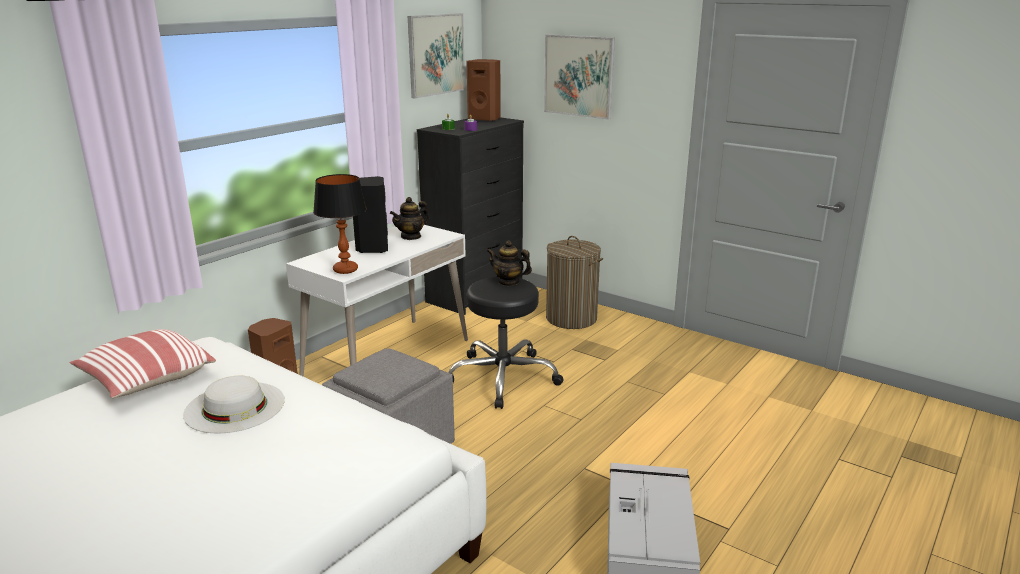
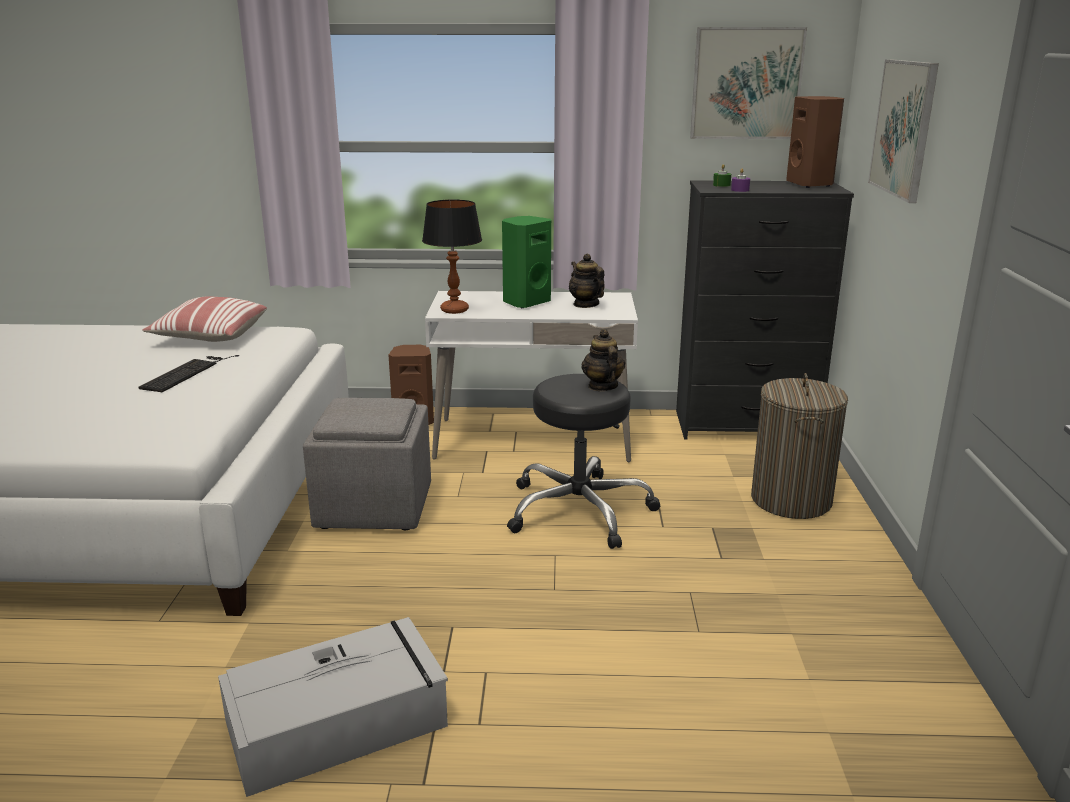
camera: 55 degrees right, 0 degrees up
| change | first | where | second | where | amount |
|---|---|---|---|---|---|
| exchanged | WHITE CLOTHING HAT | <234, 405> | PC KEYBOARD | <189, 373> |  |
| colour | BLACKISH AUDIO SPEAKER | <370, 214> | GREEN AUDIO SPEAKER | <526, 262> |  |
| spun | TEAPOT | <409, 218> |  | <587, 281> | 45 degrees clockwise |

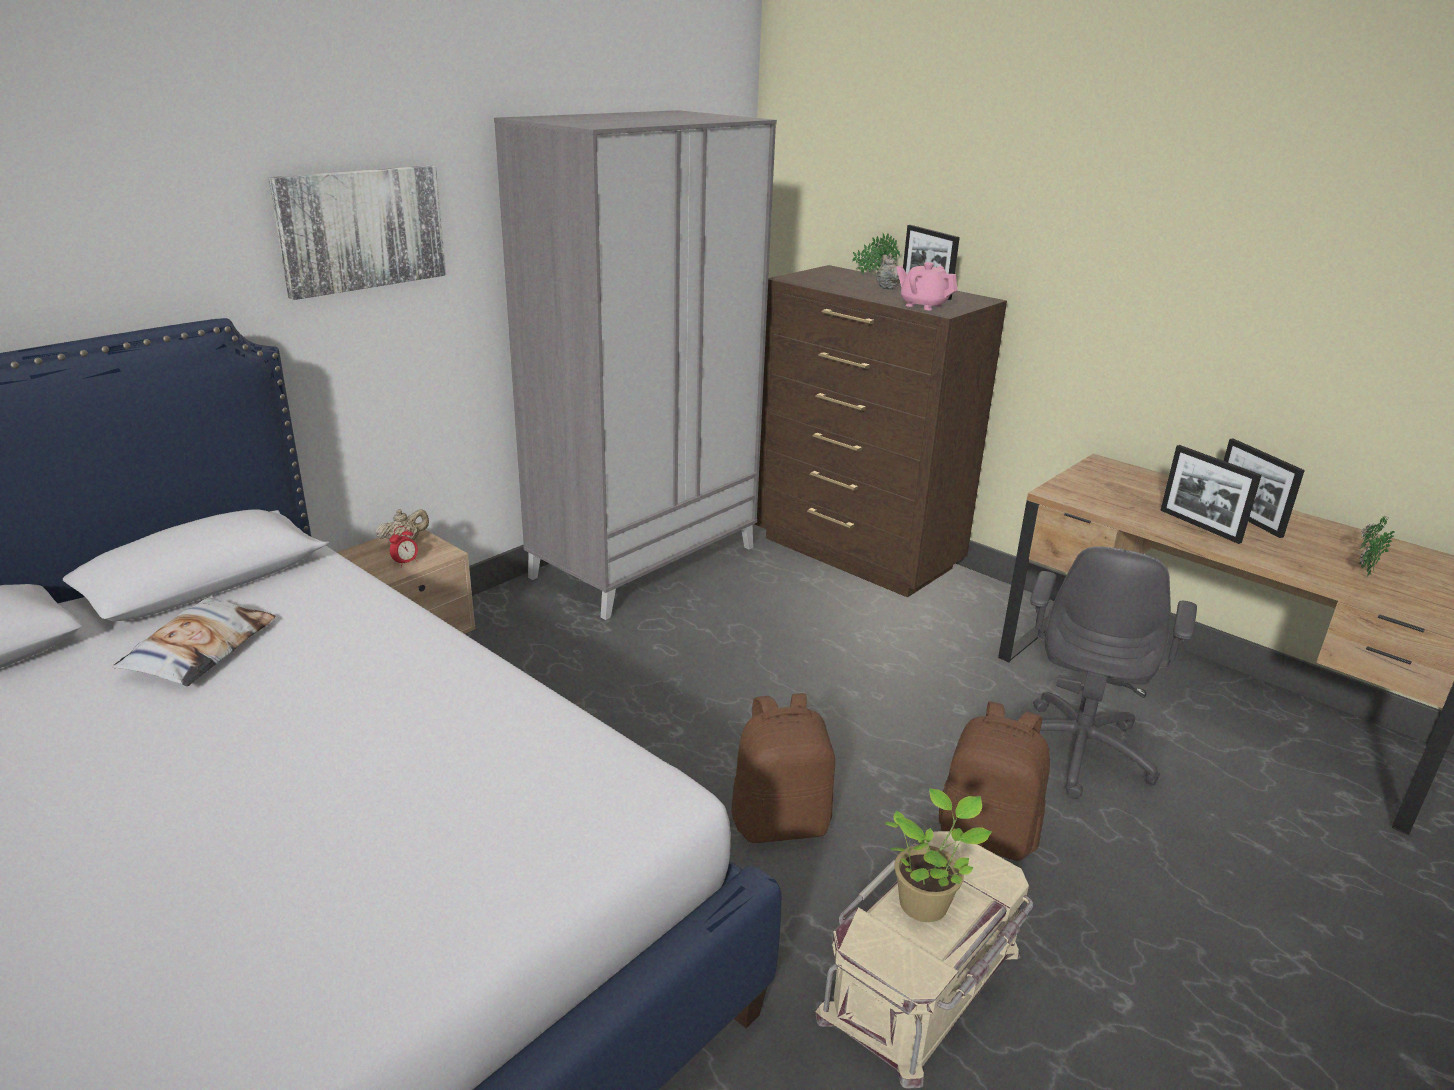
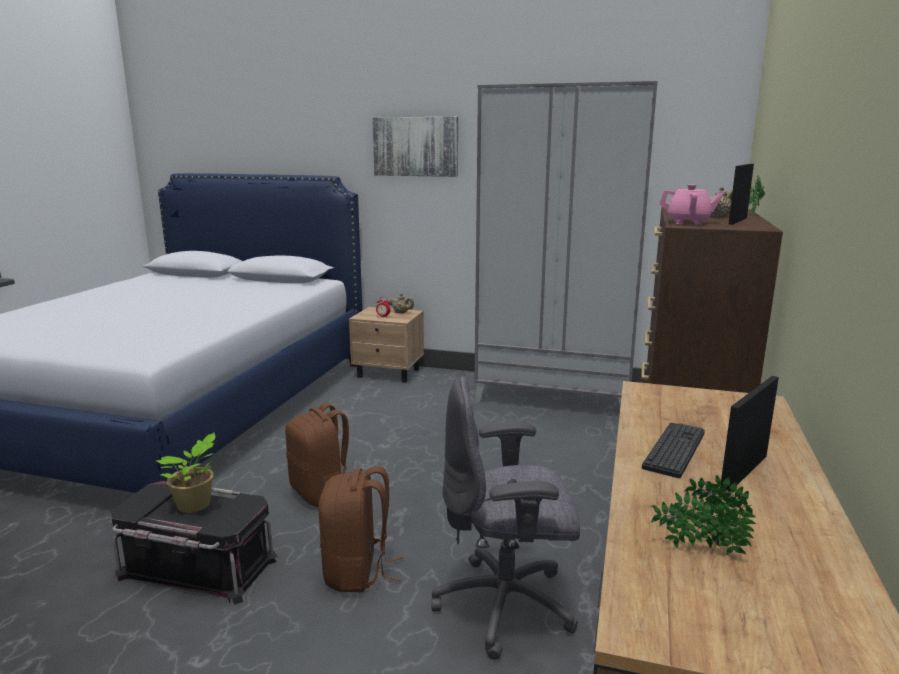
camera: 65 degrees right, 10 degrees down
| change | first | where | second | where | amount |
|---|---|---|---|---|---|
| missing | PILLOW | <194, 641> |  |  |  |
| colour | SAND-COLOURED STORAGE BOX | <924, 960> | BLACKISH STORAGE BOX | <195, 543> |  |
| spun | PINKISH TEAPOT | <927, 286> |  | <691, 204> | 90 degrees clockwise |
| exchanged | PHOTO FRAME | <1211, 494> | PC KEYBOARD | <673, 450> |  |

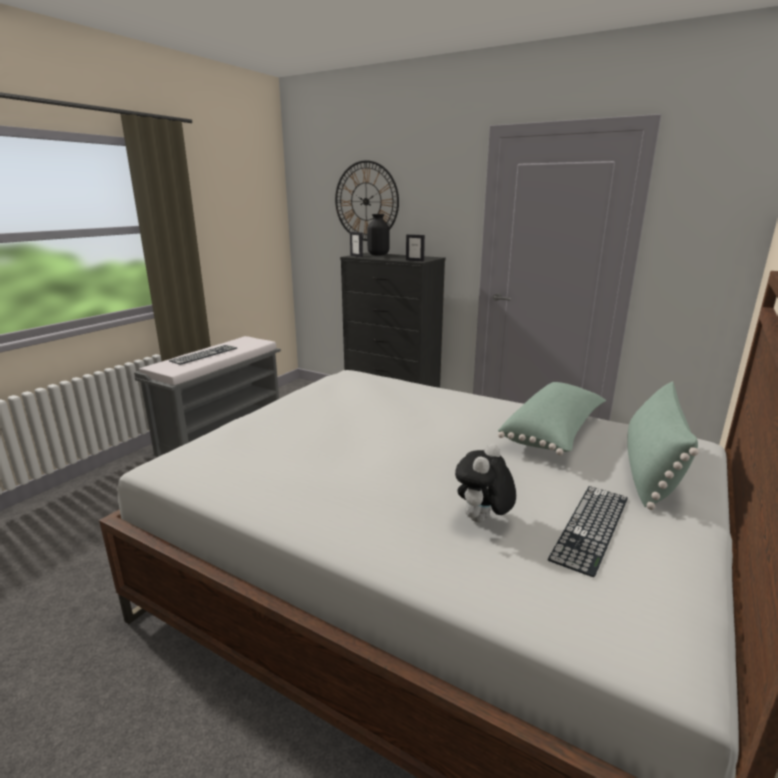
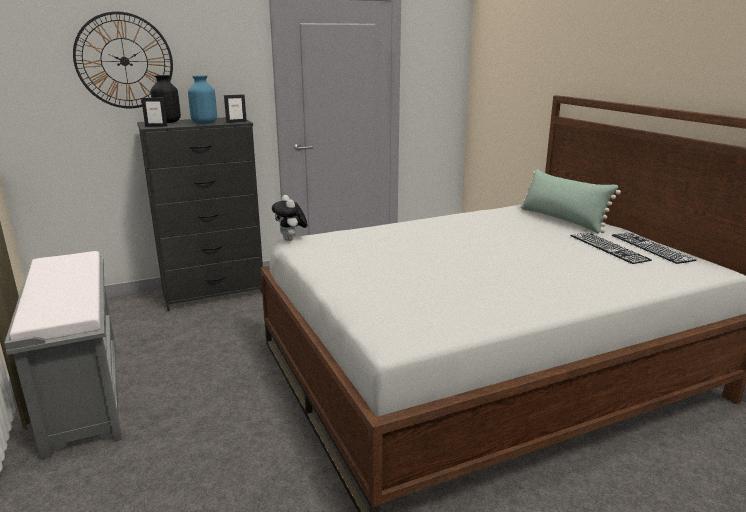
camera: 55 degrees left, 0 degrees up
| change | first | where | second | where | amount |
|---|---|---|---|---|---|
| relocated | PC KEYBOARD | <203, 355> |  | <654, 248> |  |
| relocated | PLUSH TOY | <485, 483> |  | <290, 218> |  |
| missing | GREEN PILLOW | <552, 418> |  |  |  |
| appeared |  |  | BLUISH DECORATIVE VASE | <202, 100> |  |

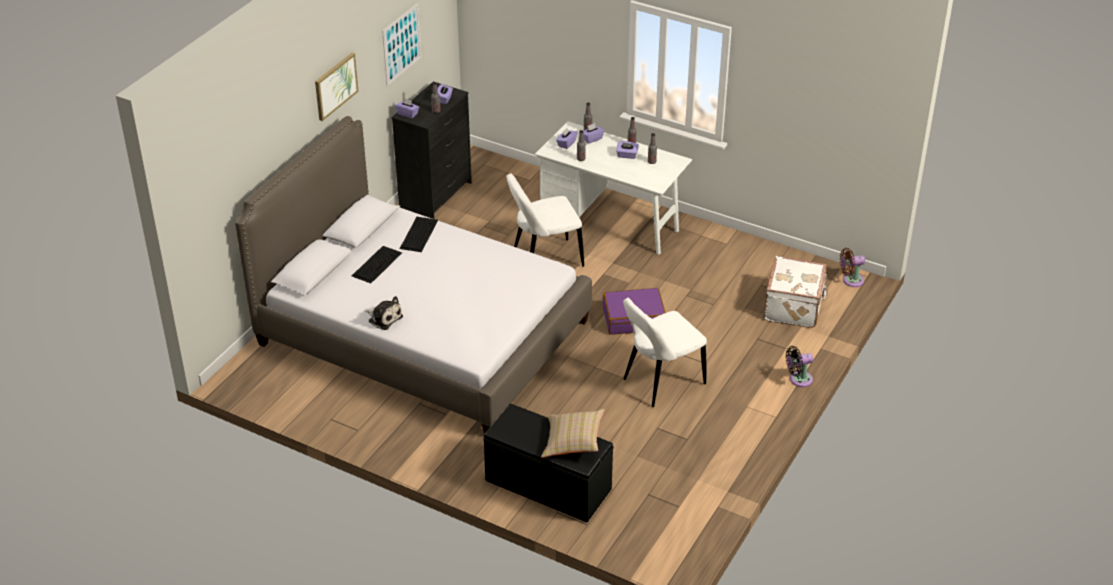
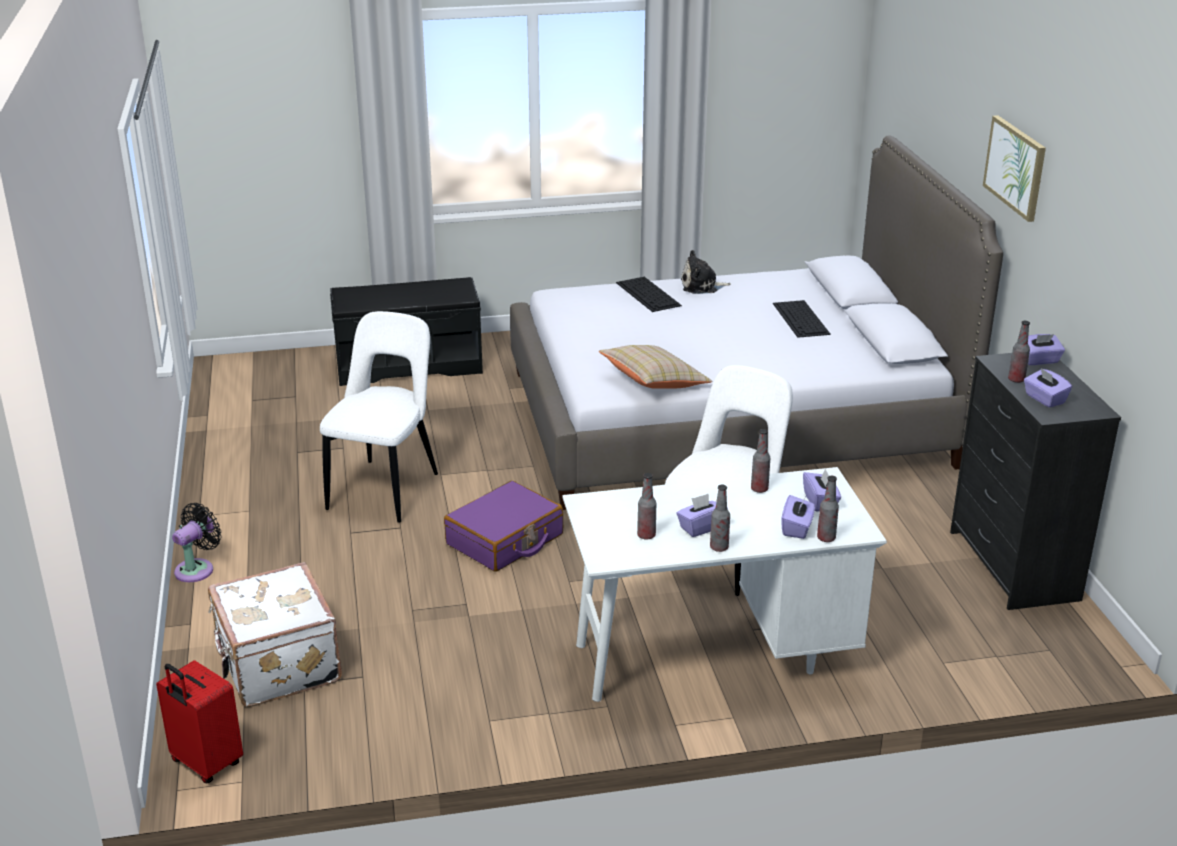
camera: 140 degrees right, 10 degrees down
| change | first | where | second | where | amount |
|---|---|---|---|---|---|
| missing | WALL ART | <401, 44> |  |  |  |
| relocated | PC KEYBOARD | <419, 234> |  | <649, 294> |  |
| relocated | SAND-COLOURED PILLOW | <572, 433> |  | <656, 367> |  |
| exchanged | BROWN COOLING FAN | <852, 267> | RED TRAVEL CASE | <199, 721> |  |

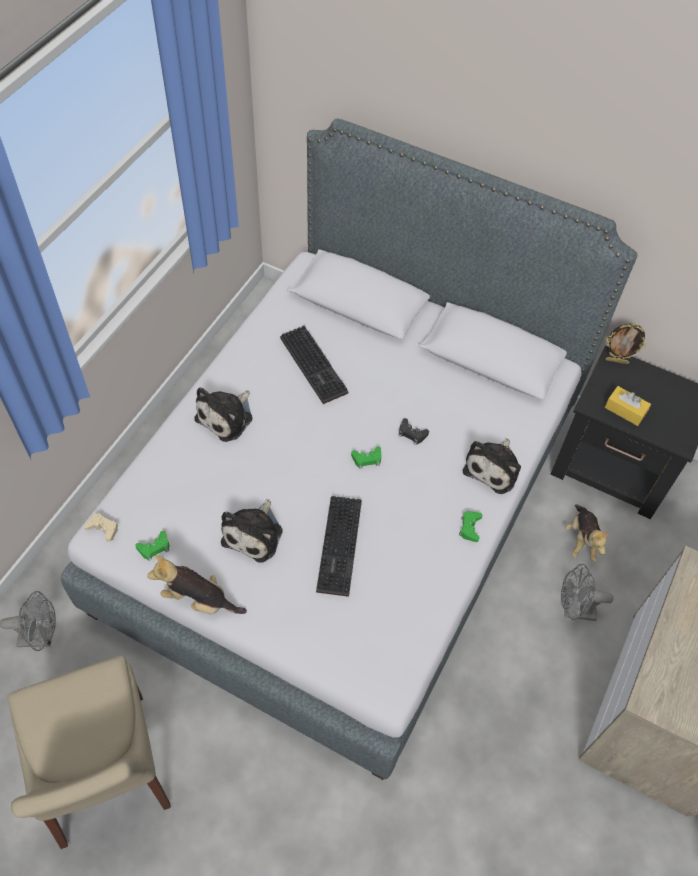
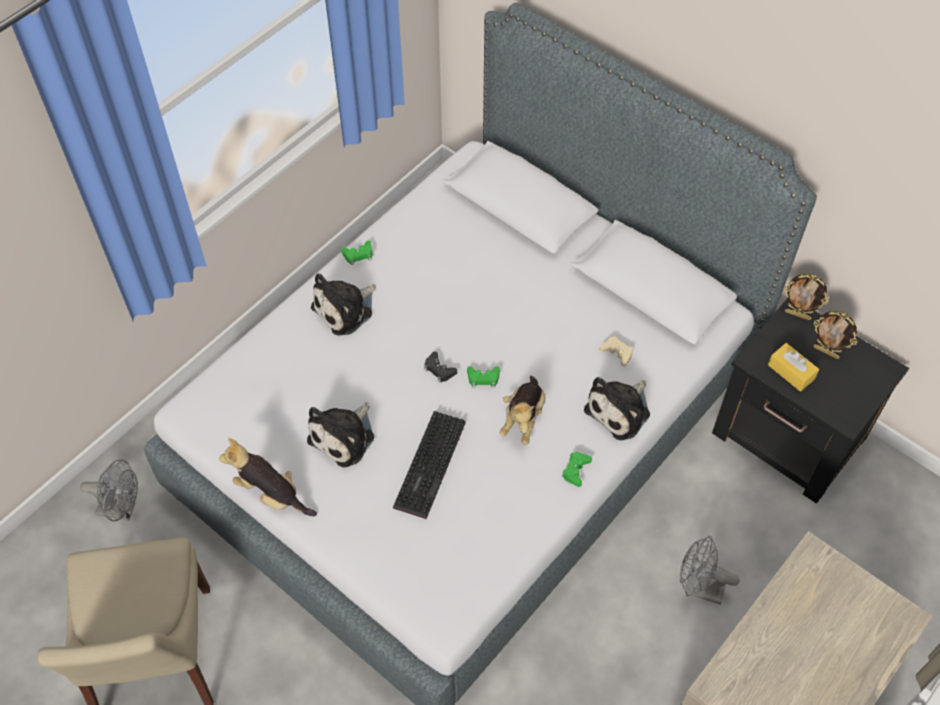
camera: 15 degrees right, 0 degrees up
| change | first | where | second | where | amount |
|---|---|---|---|---|---|
| relocated | SAND-COLOURED JOYPAD | <101, 527> |  | <616, 351> |  |
| relocated | GREEN JOYPAD | <152, 546> |  | <357, 252> |  |
| missing | PC KEYBOARD | <314, 364> |  |  |  |
| relocated | BLACKISH JOYPAD | <414, 431> |  | <440, 367> |  |
| relocated | PLUSH TOY | <588, 533> |  | <522, 410> |  |
| appeared |  |  | PHOTO FRAME | <835, 335> |  |

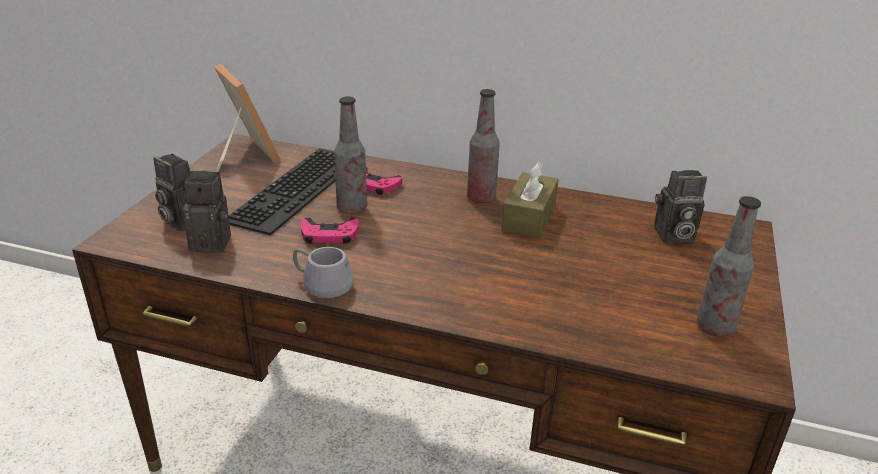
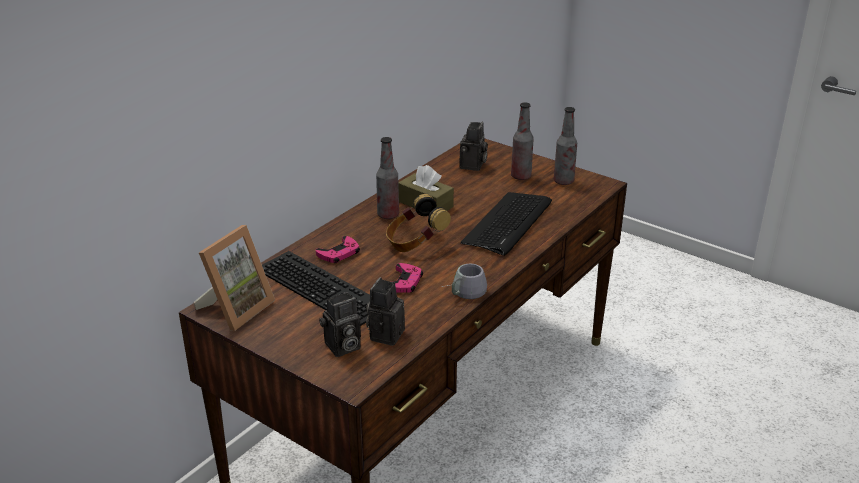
camera: 70 degrees left, 0 degrees up
| change | first | where | second | where | amount |
|---|---|---|---|---|---|
| spun | PHOTO FRAME | <247, 117> |  | <234, 278> | 135 degrees clockwise |
| relocated | DRINK BOTTLE | <350, 155> |  | <522, 141> |  |
| appeared |  |  | HEADPHONES | <418, 223> |  |
| appeared |  |  | PC KEYBOARD | <506, 224> |  |

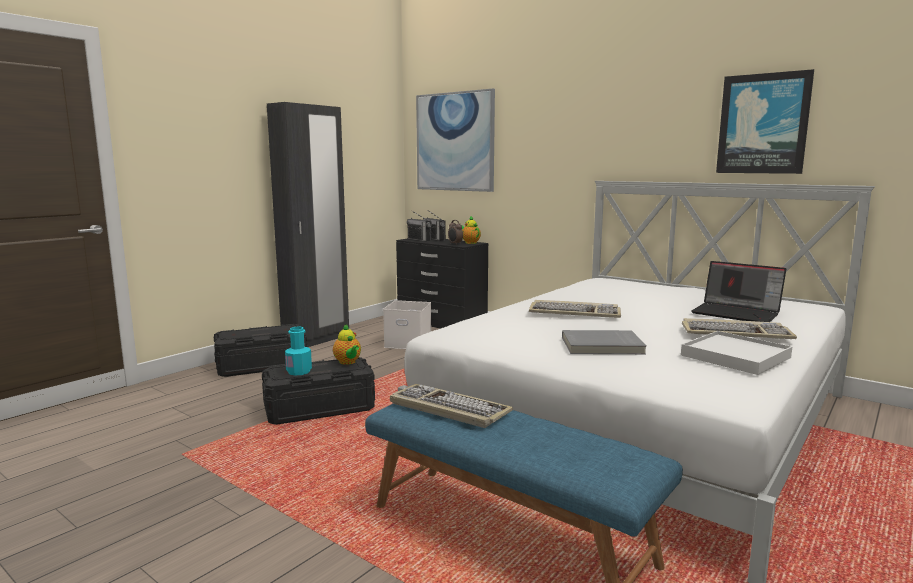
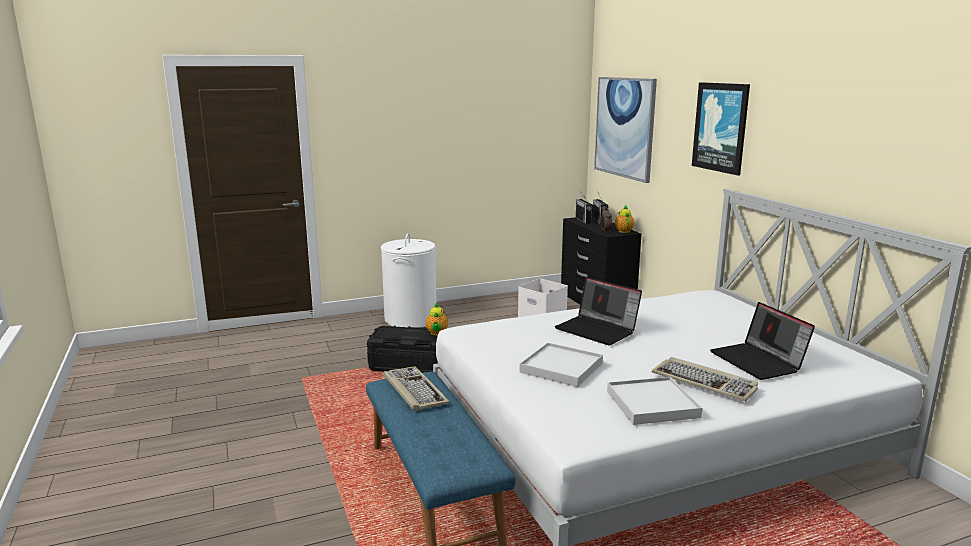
camera: 30 degrees right, 5 degrees up
| change | first | where | second | where | amount |
|---|---|---|---|---|---|
| exchanged | BLACKISH STORAGE BOX | <260, 350> | WHITE HAMPER | <409, 280> |  |
| missing | BLACKISH WARDROBE | <308, 224> |  |  |  |
| missing | BLUE-GREEN DRINK BOTTLE | <298, 351> |  |  |  |
| exchanged | PC KEYBOARD | <575, 309> | NOTEBOOK COMPUTER | <598, 311> |  |
| exchanged | GREYISH BOOK | <604, 342> | WHITE CARRYING TRAY | <561, 365> |  |
| relocated | WALL ART | <765, 121> |  | <721, 129> |  |

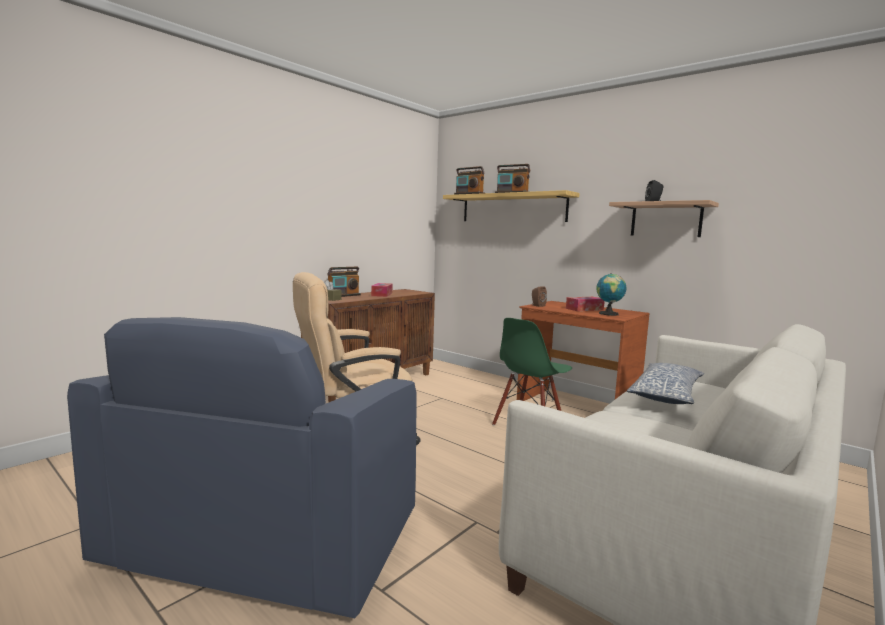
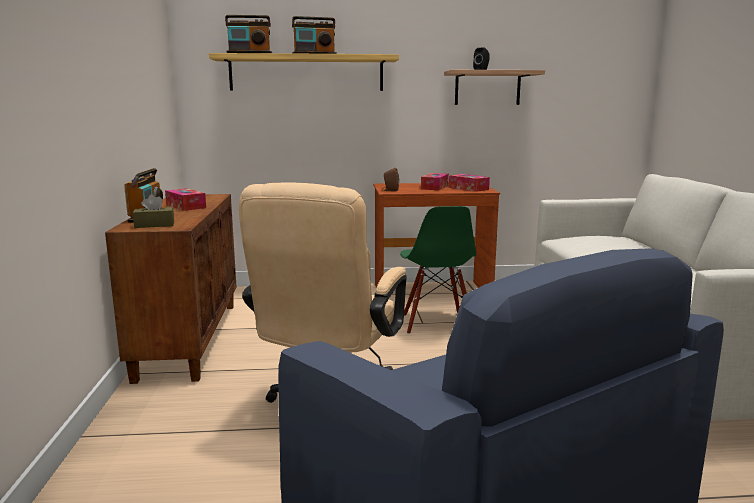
camera: 45 degrees left, 5 degrees up
| change | first | where | second | where | amount |
|---|---|---|---|---|---|
| exchanged | GLOBE | <611, 294> | TISSUE BOX | <469, 183> |  |
| missing | PILLOW | <665, 383> |  |  |  |

